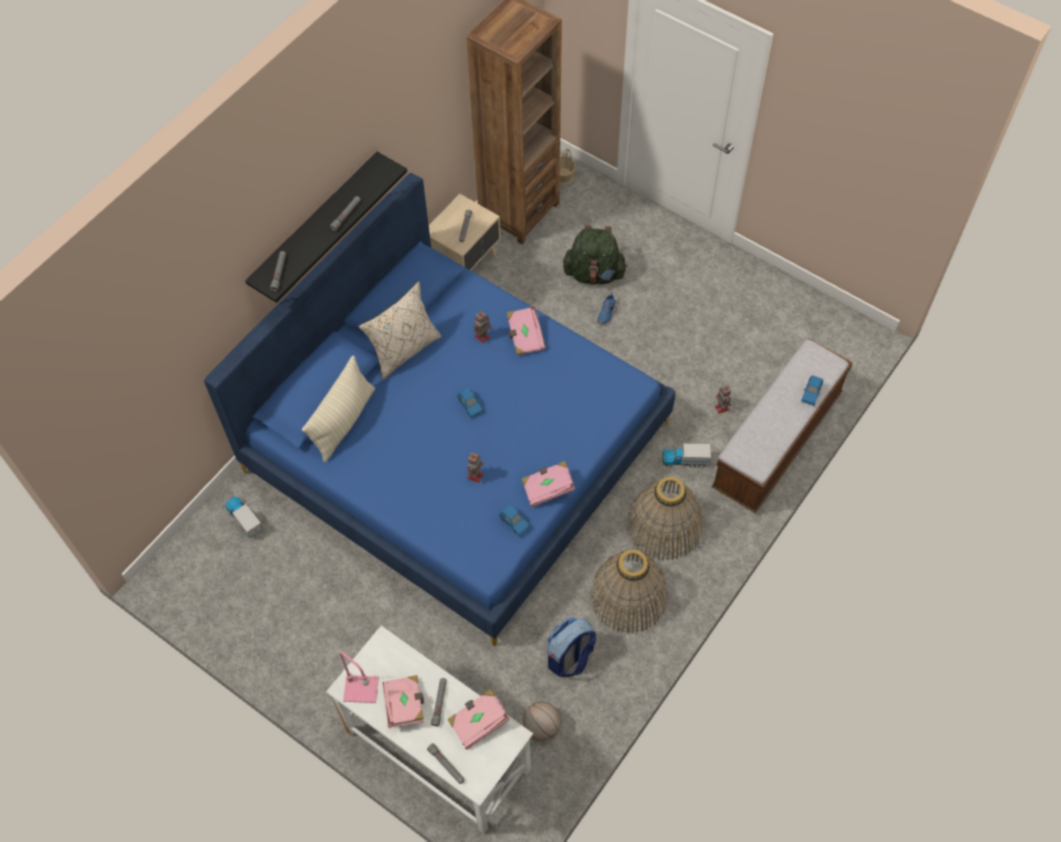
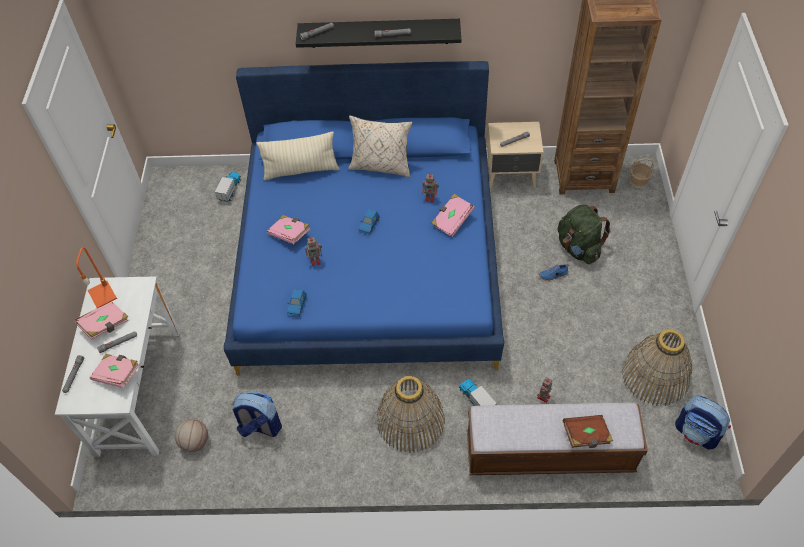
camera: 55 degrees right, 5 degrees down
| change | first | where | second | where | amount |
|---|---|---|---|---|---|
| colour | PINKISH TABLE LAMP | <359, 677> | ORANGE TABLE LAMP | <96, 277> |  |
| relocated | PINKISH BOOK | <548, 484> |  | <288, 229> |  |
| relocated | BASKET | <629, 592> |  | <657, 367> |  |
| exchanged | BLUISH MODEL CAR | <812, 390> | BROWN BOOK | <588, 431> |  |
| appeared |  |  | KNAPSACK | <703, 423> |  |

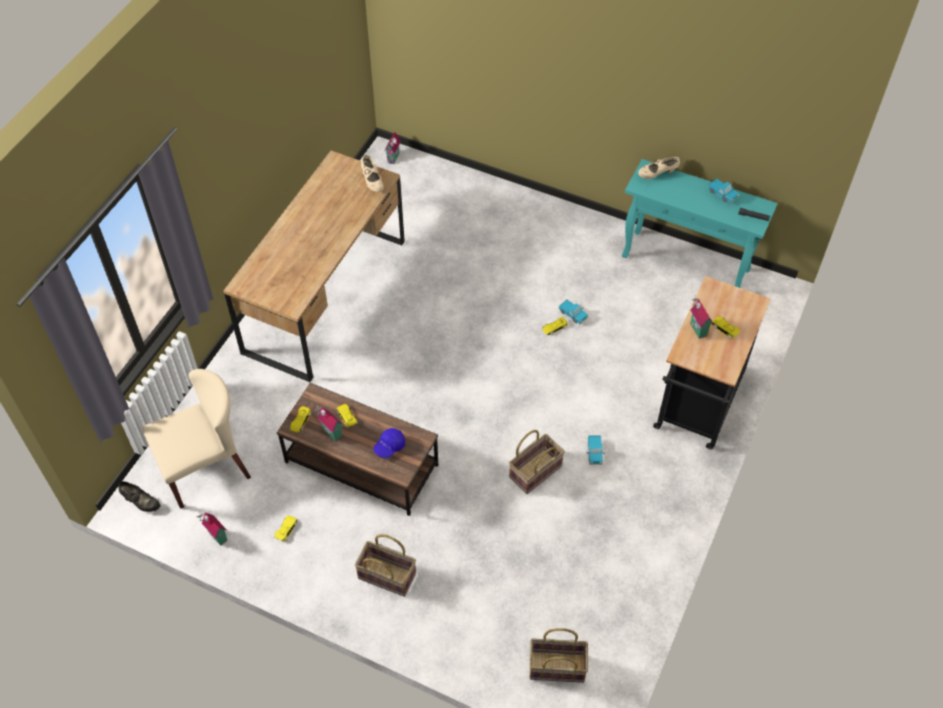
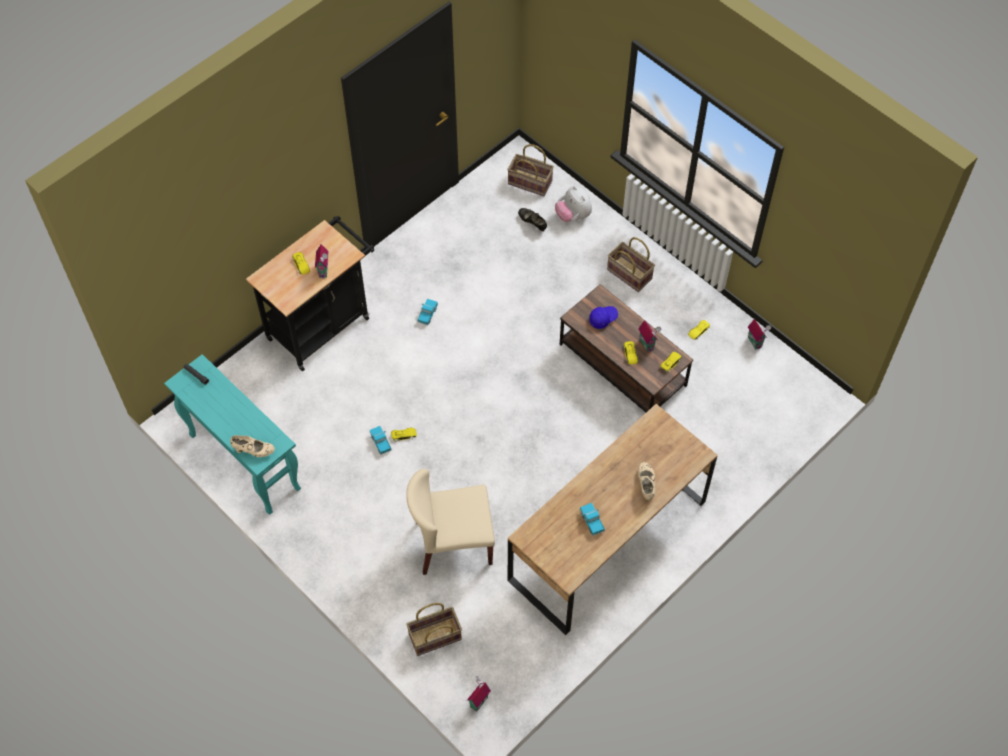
camera: 160 degrees left, 5 degrees up
| change | first | where | second | where | amount |
|---|---|---|---|---|---|
| relocated | BLACKISH ITEM OF FOOTWEAR | <140, 496> |  | <532, 219> |  |
| relocated | SAND-COLOURED PLAIN CHAIR | <196, 439> |  | <450, 522> |  |
| relocated | SAND-COLOURED ITEM OF FOOTWEAR | <372, 173> |  | <647, 481> |  |
| relocated | BASKET | <537, 462> |  | <434, 629> |  |
| relocated | TOY TRUCK | <723, 190> |  | <592, 519> |  |
| appeared |  |  | PLUSH TOY | <573, 204> |  |

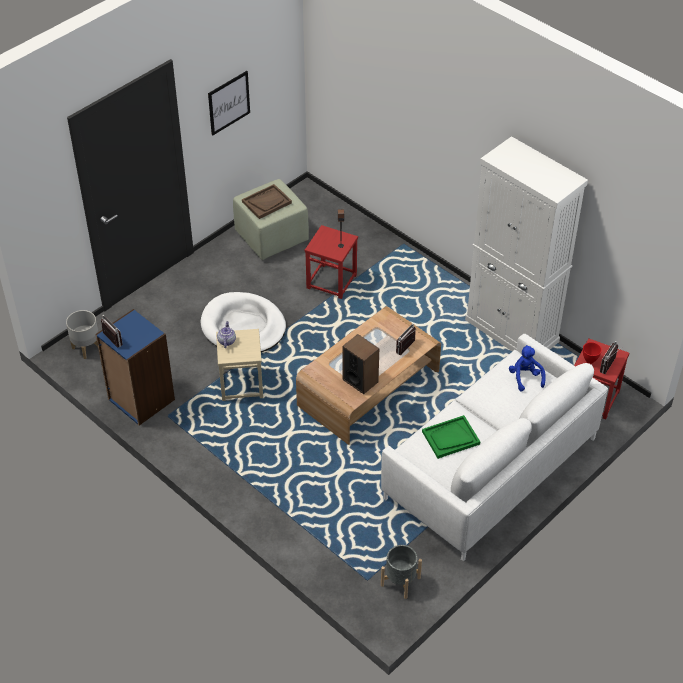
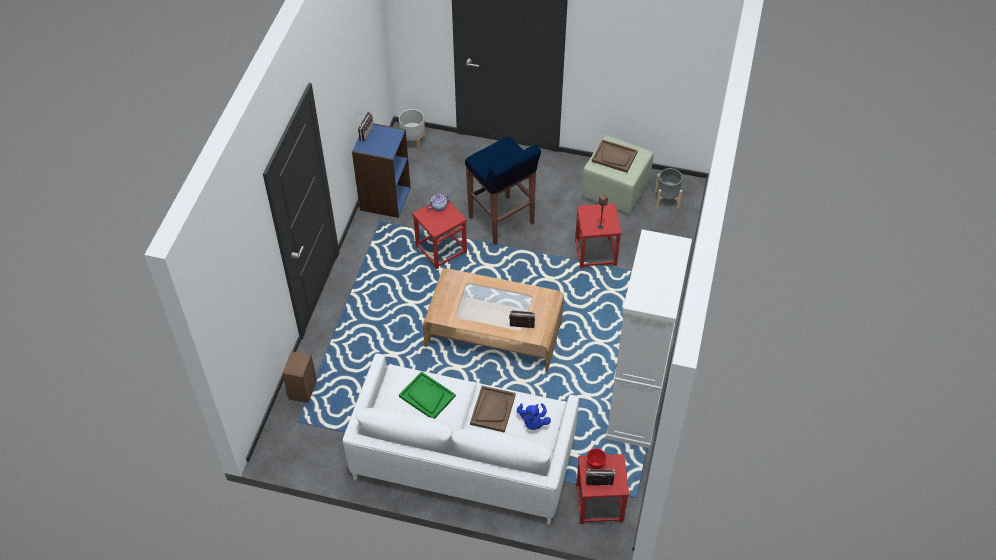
camera: 60 degrees right, 5 degrees up
| change | first | where | second | where | amount |
|---|---|---|---|---|---|
| exchanged | WHITE PET BED | <243, 322> | BLUISH STOOL | <503, 191> |  |
| missing | WALL ART | <229, 103> |  |  |  |
| colour | SAND-COLOURED STOOL | <239, 365> | RED STOOL | <439, 232> |  |
| relocated | AUDIO SPEAKER | <360, 364> |  | <299, 377> |  |
| relocated | GREYISH FLOWER POT | <401, 572> |  | <669, 188> |  |
| spun | BLUISH PLUSH TOY | <527, 368> |  | <534, 416> | 135 degrees clockwise |
| appeared |  |  | BROWN CARRYING TRAY | <493, 409> |  |

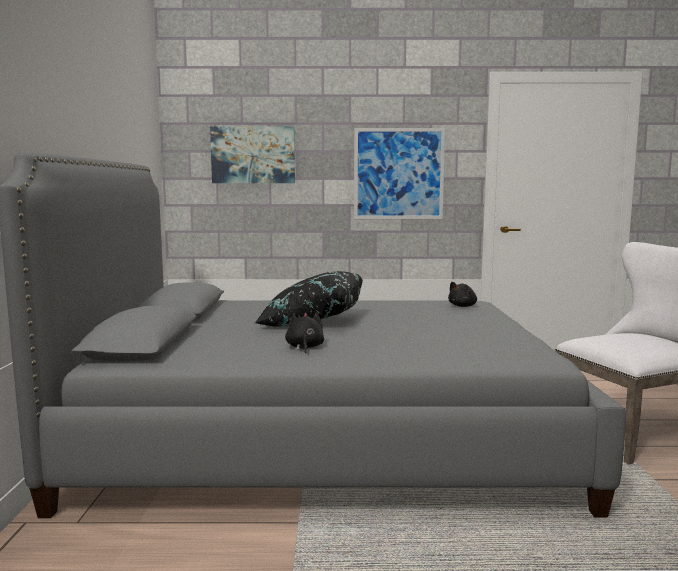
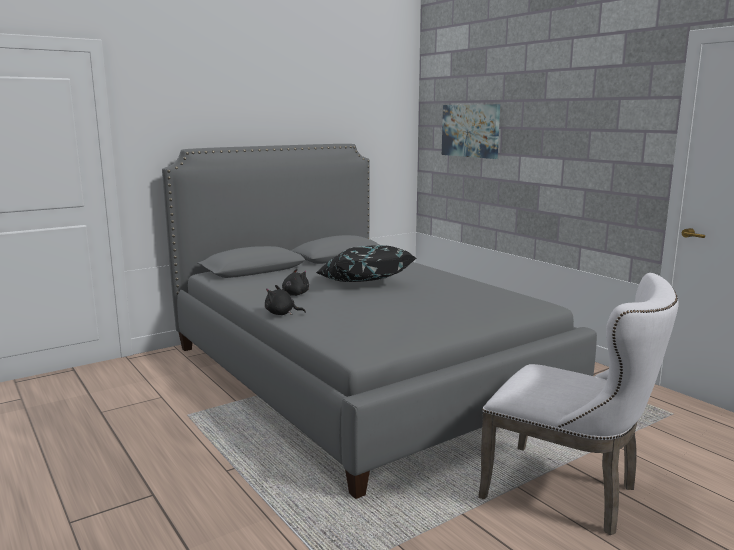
camera: 55 degrees right, 5 degrees up
| change | first | where | second | where | amount |
|---|---|---|---|---|---|
| missing | WALL ART | <399, 173> |  |  |  |
| relocated | BLACKISH PLUSH TOY | <462, 294> |  | <285, 300> |  |

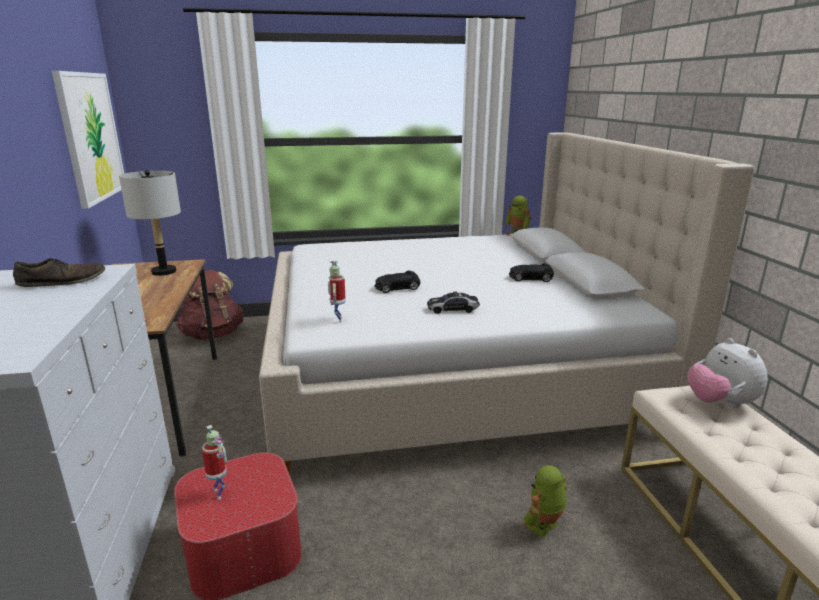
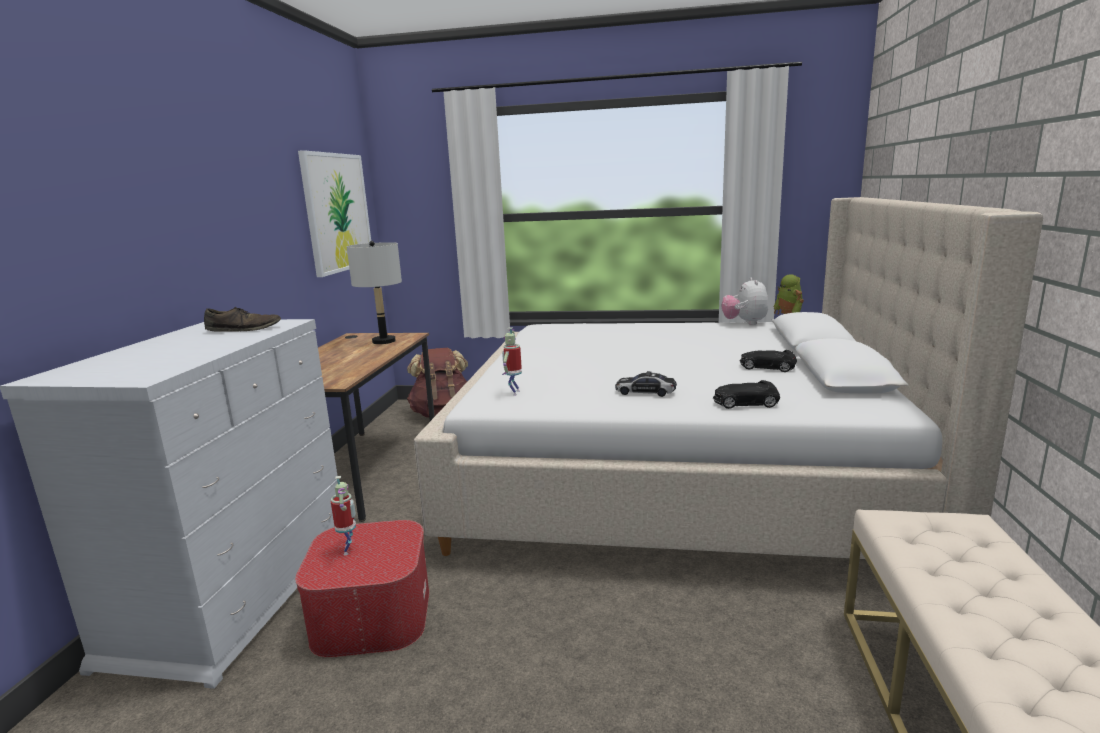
camera: 20 degrees right, 5 degrees down
| change | first | where | second | where | amount |
|---|---|---|---|---|---|
| relocated | BLACKISH MODEL CAR | <397, 282> |  | <746, 394> |  |
| missing | ROBOT FIGURE | <545, 501> |  |  |  |
| relocated | PLUSH TOY | <727, 373> |  | <744, 301> |  |

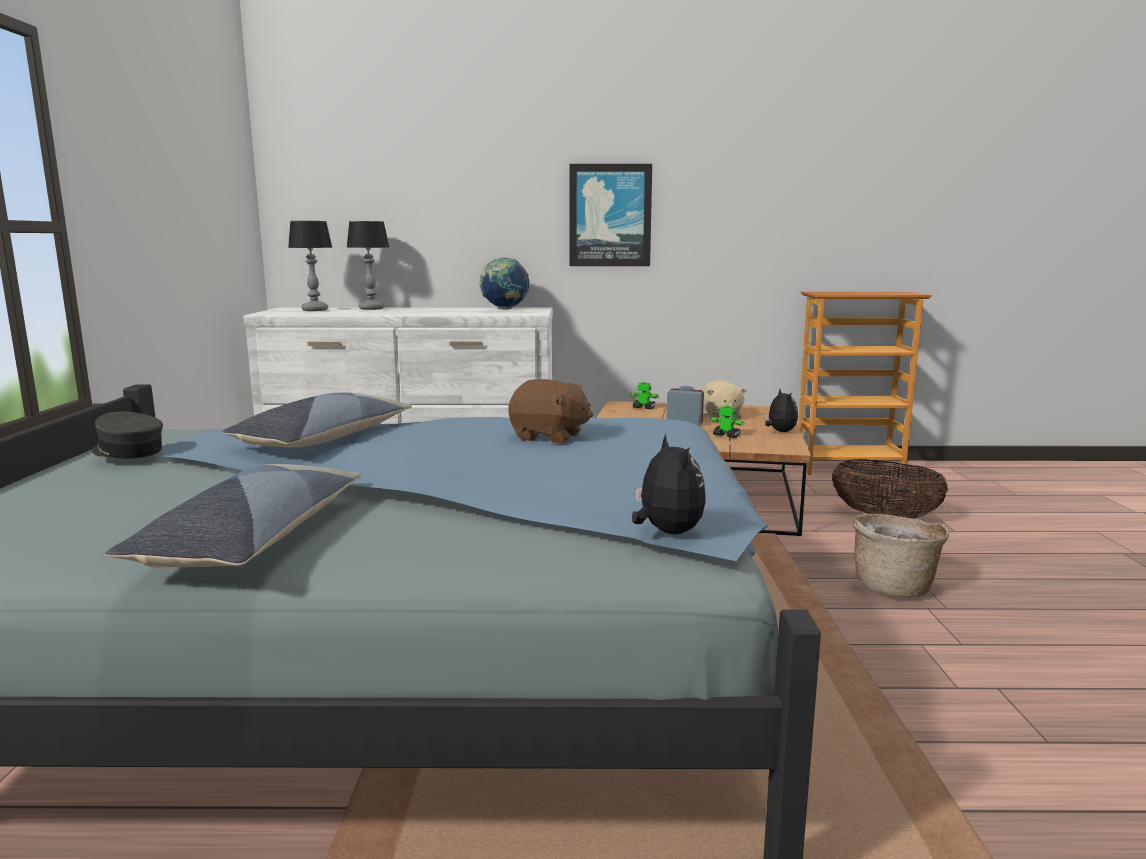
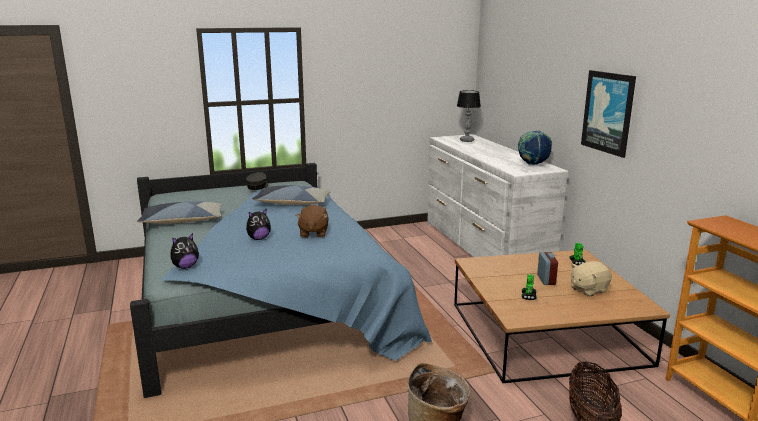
camera: 70 degrees right, 5 degrees up
| change | first | where | second | where | amount |
|---|---|---|---|---|---|
| missing | TABLE LAMP | <367, 265> |  |  |  |
| relocated | PLUSH TOY | <781, 410> |  | <258, 224> |  |

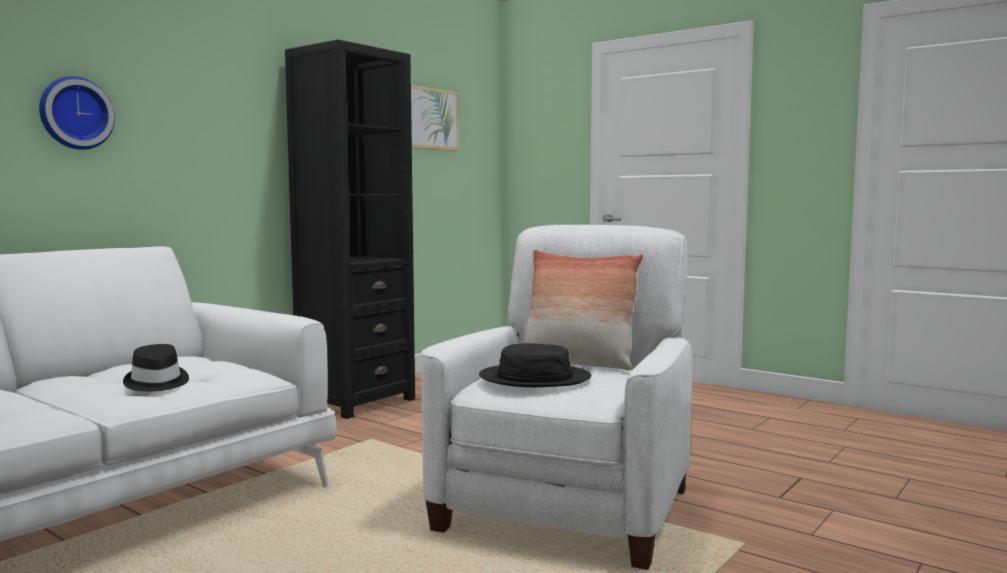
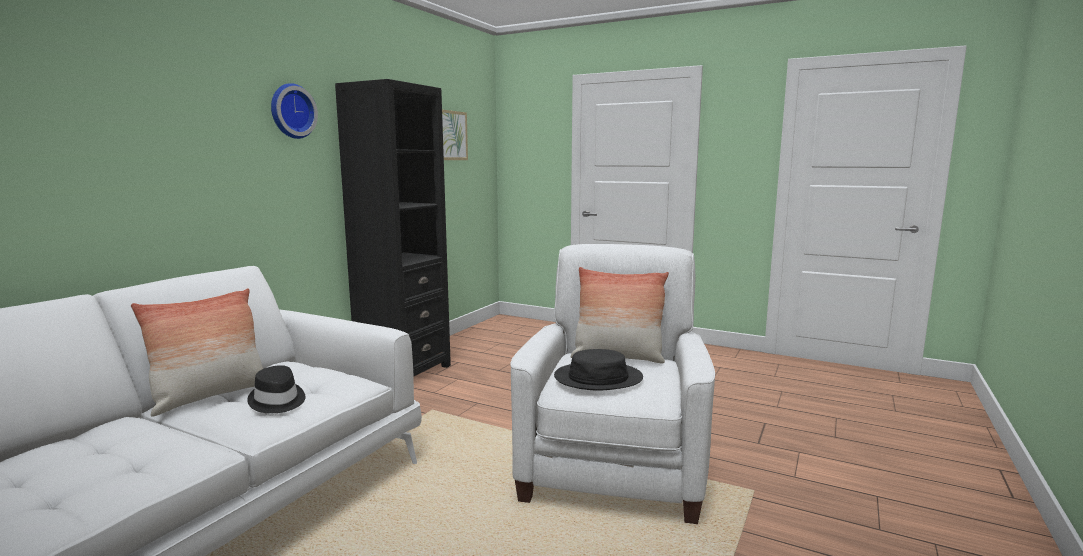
camera: 10 degrees left, 5 degrees up
| change | first | where | second | where | amount |
|---|---|---|---|---|---|
| relocated | WALL CLOCK | <77, 113> |  | <294, 111> |  |
| appeared |  |  | PILLOW | <197, 352> |  |

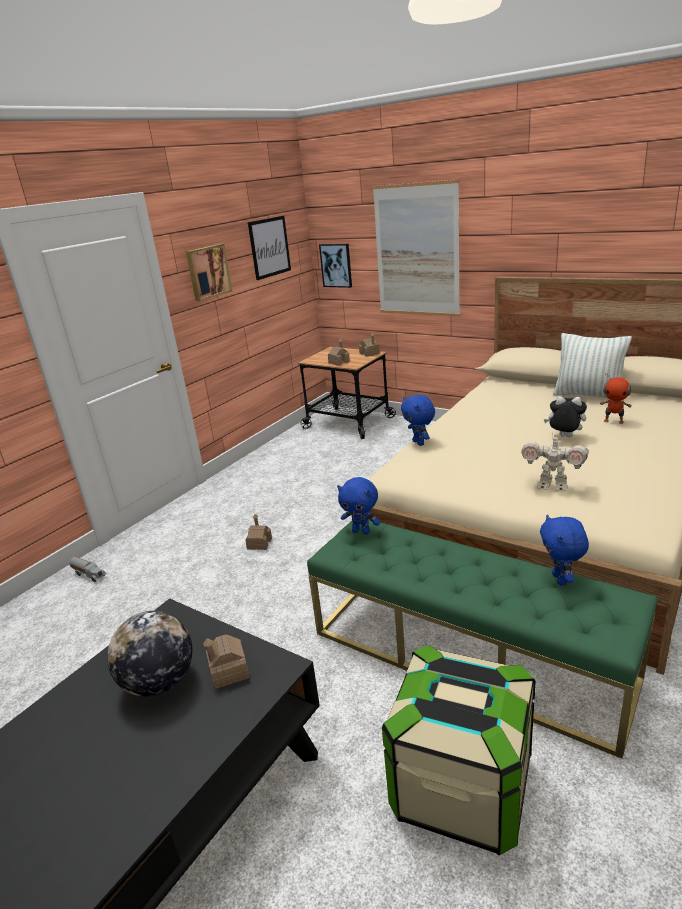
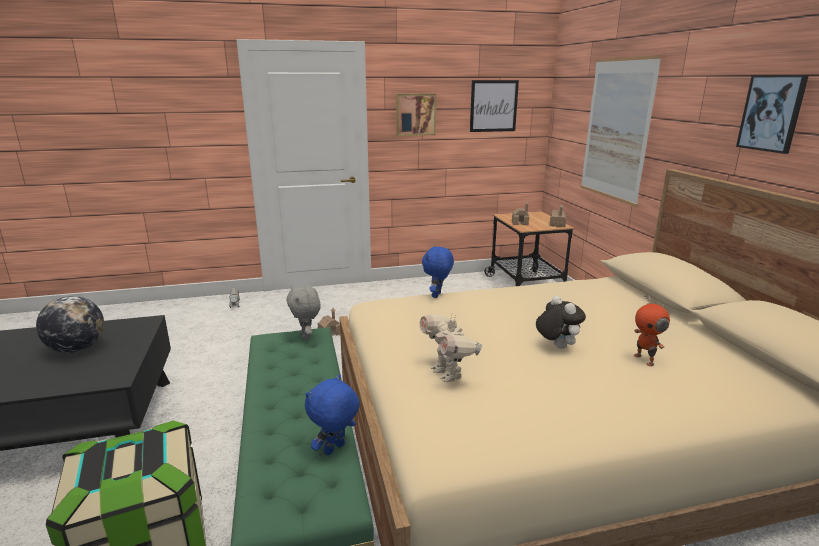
camera: 40 degrees right, 5 degrees down
| change | first | where | second | where | amount |
|---|---|---|---|---|---|
| missing | MINIATURE HOUSE | <226, 661> |  |  |  |
| relocated | WALL ART | <335, 266> |  | <772, 114> |  |
| colour | BLUISH PLUSH TOY | <358, 506> | GREYISH PLUSH TOY | <303, 313> |  |
| missing | PILLOW | <592, 367> |  |  |  |

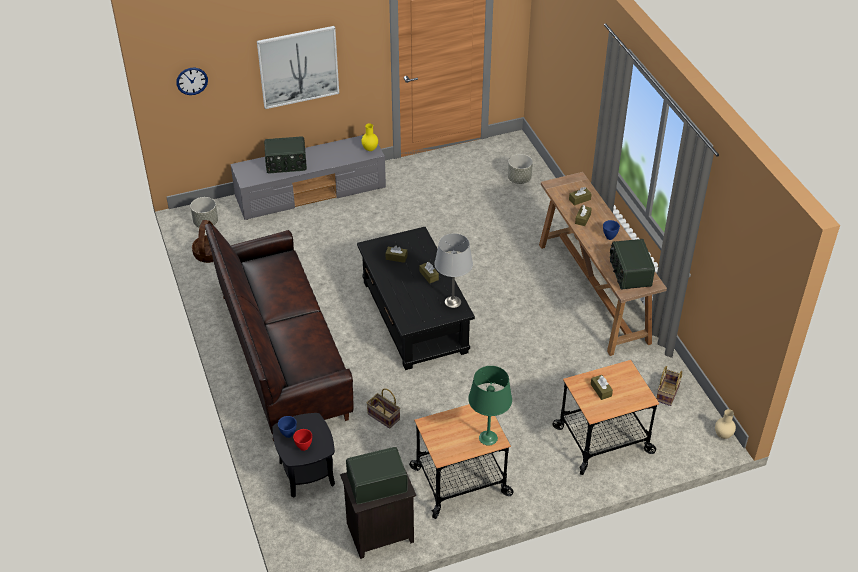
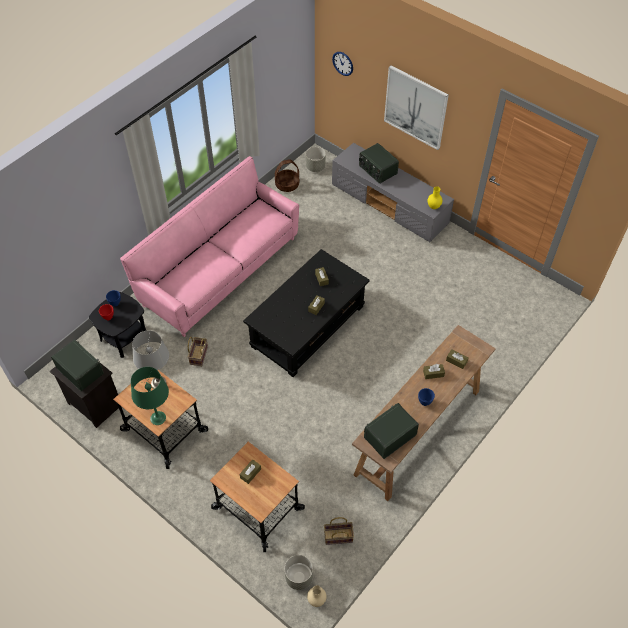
camera: 60 degrees right, 10 degrees up
| change | first | where | second | where | amount |
|---|---|---|---|---|---|
| colour | BROWN SOFA | <279, 332> | PINKISH SOFA | <209, 246> |  |
| relocated | GREYISH TABLE LAMP | <453, 270> |  | <150, 359> |  |
| relocated | GREYISH FLOWER POT | <520, 169> |  | <298, 572> |  |

